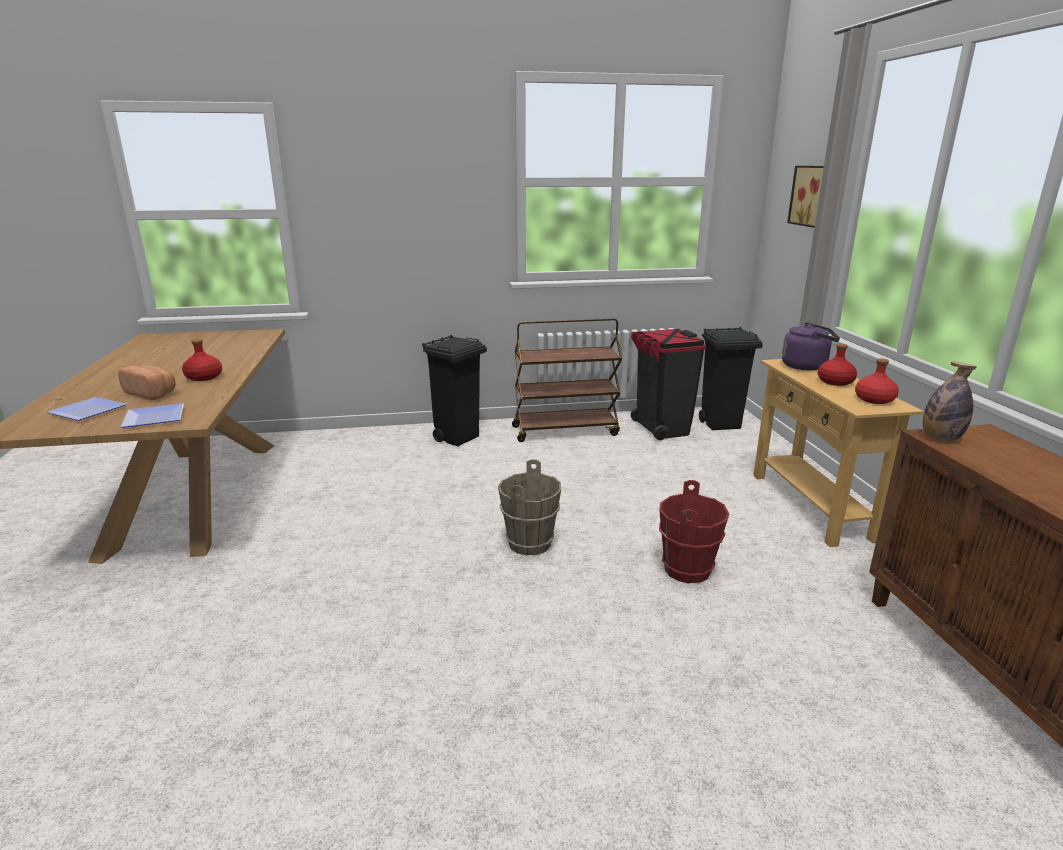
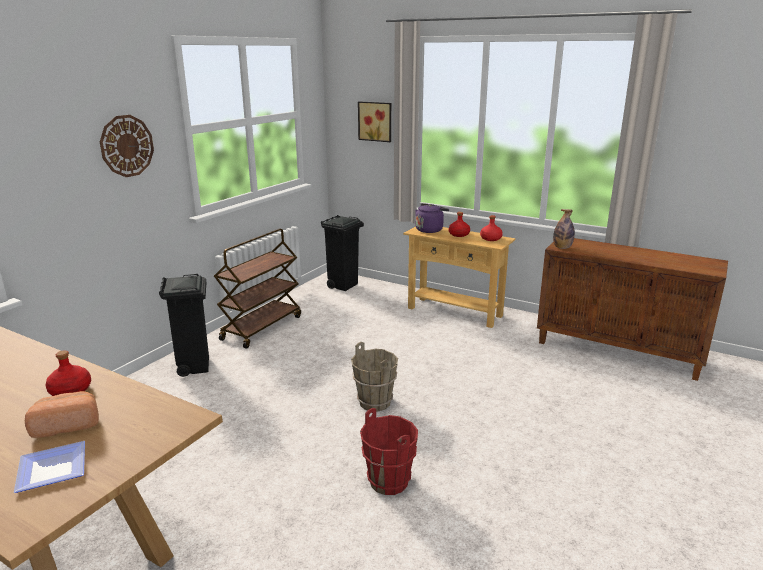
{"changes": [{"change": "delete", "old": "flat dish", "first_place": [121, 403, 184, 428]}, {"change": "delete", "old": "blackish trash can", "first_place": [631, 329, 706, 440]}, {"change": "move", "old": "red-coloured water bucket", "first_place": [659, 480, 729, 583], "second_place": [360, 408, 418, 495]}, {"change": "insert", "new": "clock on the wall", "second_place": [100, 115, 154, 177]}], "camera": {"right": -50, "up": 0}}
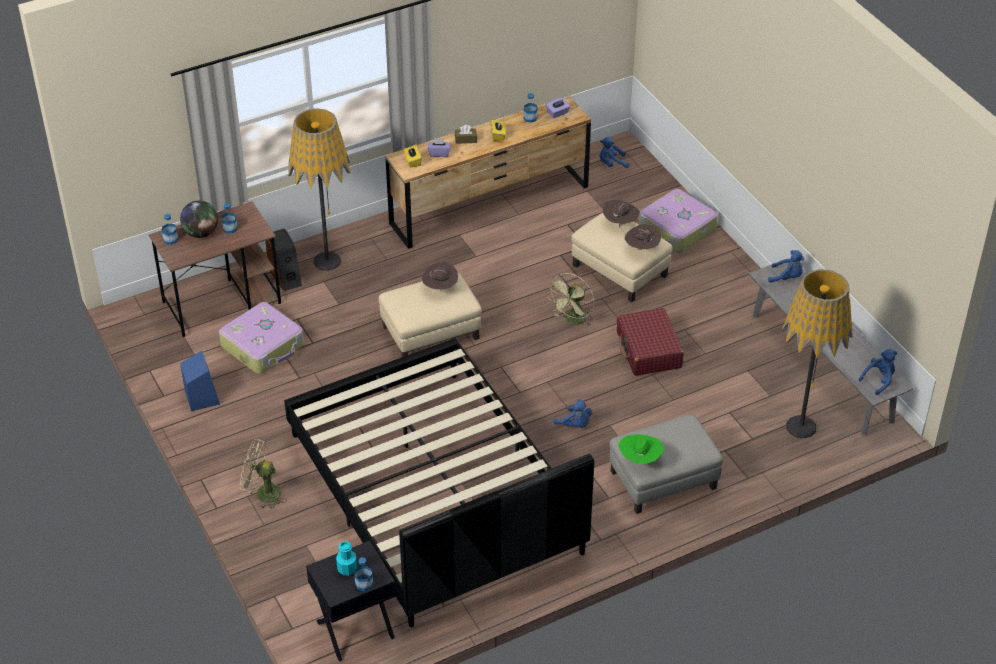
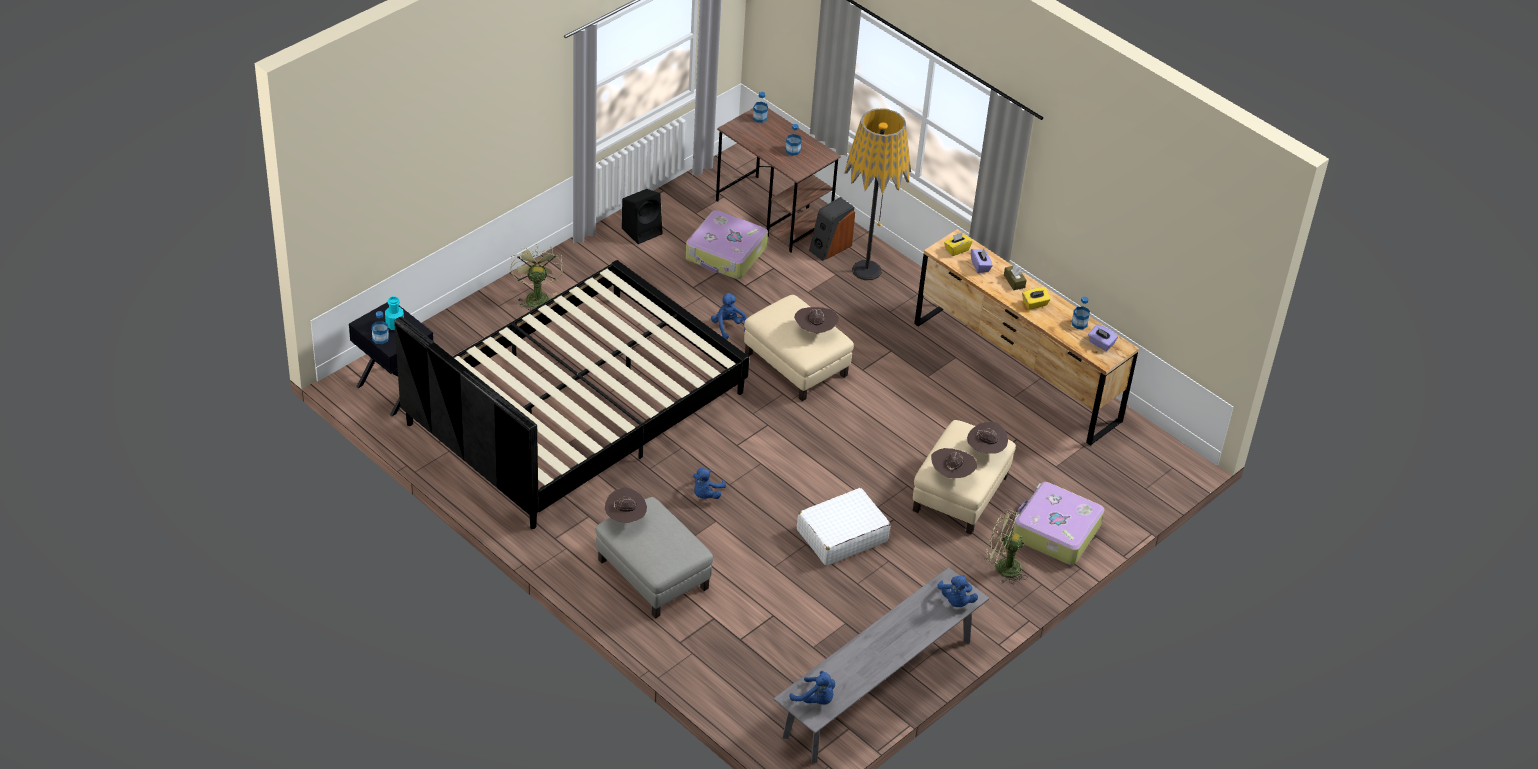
{"changes": [{"change": "delete", "old": "desk globe", "first_place": [180, 201, 218, 238]}, {"change": "recolor", "old": "blue-coloured speaker", "new": "blackish speaker", "first_place": [180, 351, 220, 411], "second_place": [622, 189, 663, 244]}, {"change": "move", "old": "green-coloured electric fan", "first_place": [547, 273, 594, 326], "second_place": [985, 509, 1028, 585]}, {"change": "move", "old": "blue-coloured cuddly toy", "first_place": [600, 137, 629, 168], "second_place": [711, 293, 747, 340]}, {"change": "recolor", "old": "red-coloured suitcase", "new": "white-coloured suitcase", "first_place": [617, 308, 684, 376], "second_place": [797, 488, 890, 566]}, {"change": "recolor", "old": "green-coloured wearable hat", "new": "brownish wearable hat", "first_place": [619, 434, 664, 464], "second_place": [605, 487, 647, 523]}, {"change": "delete", "old": "standing lamp", "first_place": [782, 269, 853, 438]}], "camera": {"right": 70, "up": 0}}
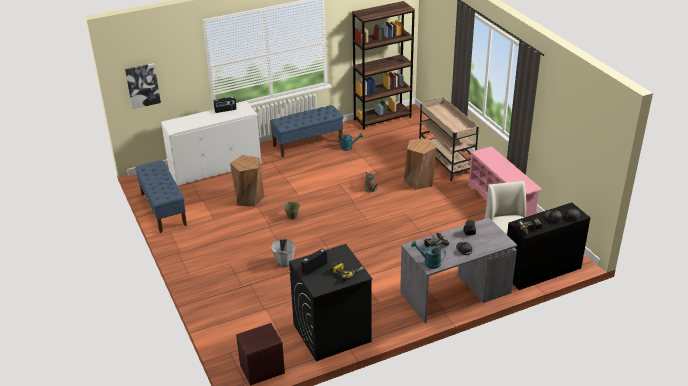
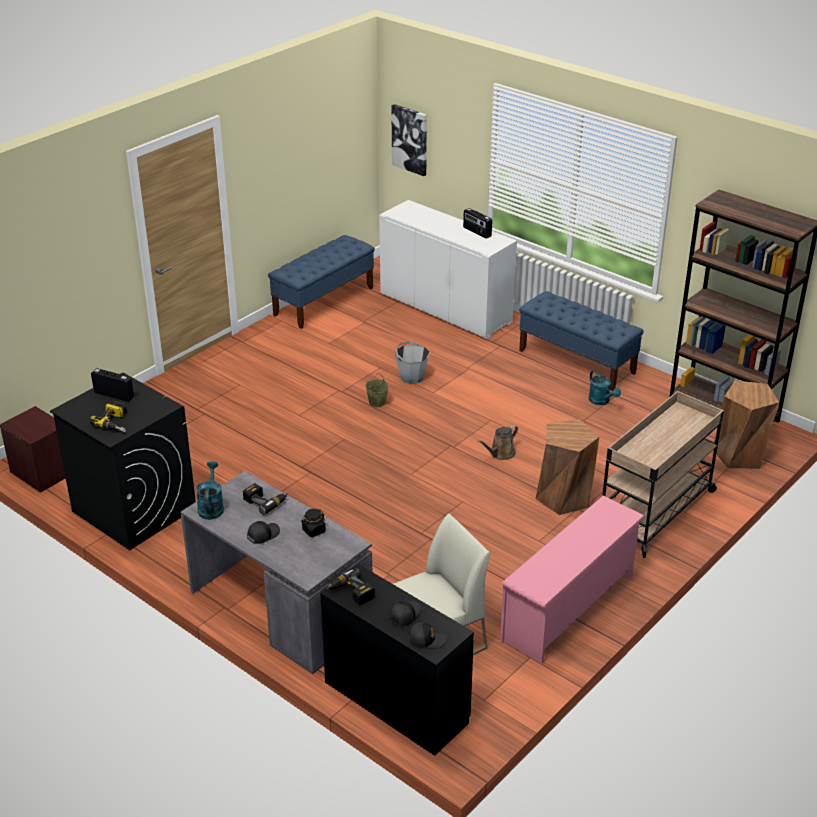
{"changes": [{"change": "move", "old": "brownish stool", "first_place": [230, 155, 265, 207], "second_place": [713, 380, 779, 469]}, {"change": "move", "old": "greyish water bucket", "first_place": [271, 239, 296, 267], "second_place": [395, 342, 429, 384]}], "camera": {"right": 65, "up": 0}}
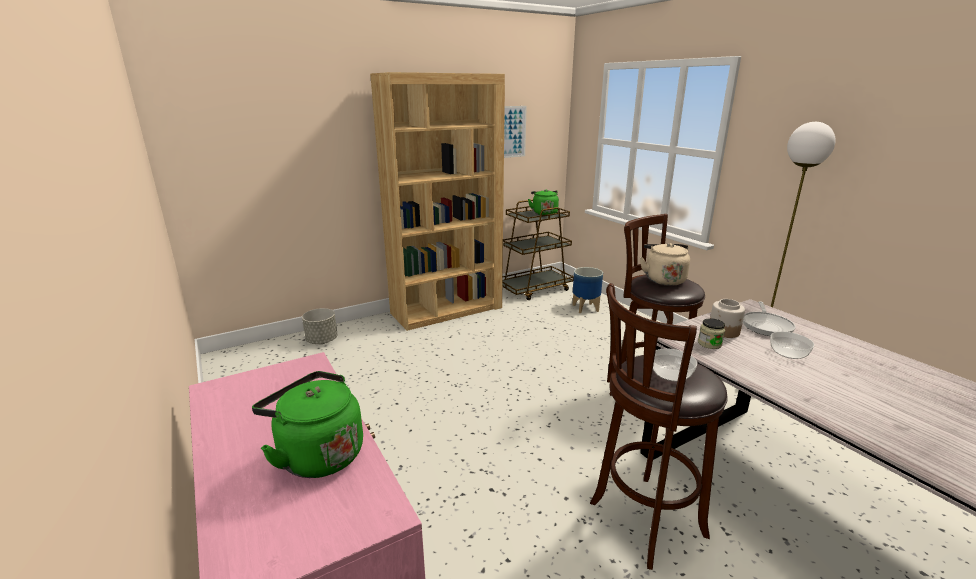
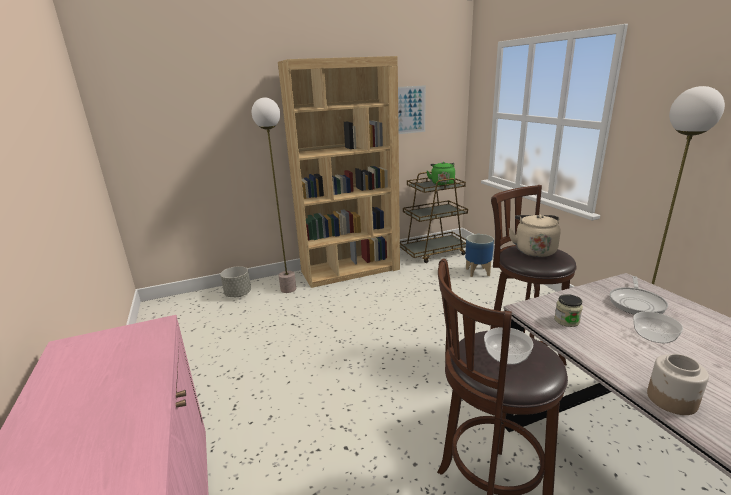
{"changes": [{"change": "delete", "old": "green-coloured water kettle", "first_place": [252, 371, 363, 478]}, {"change": "move", "old": "storage jar", "first_place": [710, 299, 745, 338], "second_place": [647, 354, 709, 415]}, {"change": "insert", "new": "standing lamp", "second_place": [252, 98, 296, 293]}], "camera": {"right": 10, "up": 0}}
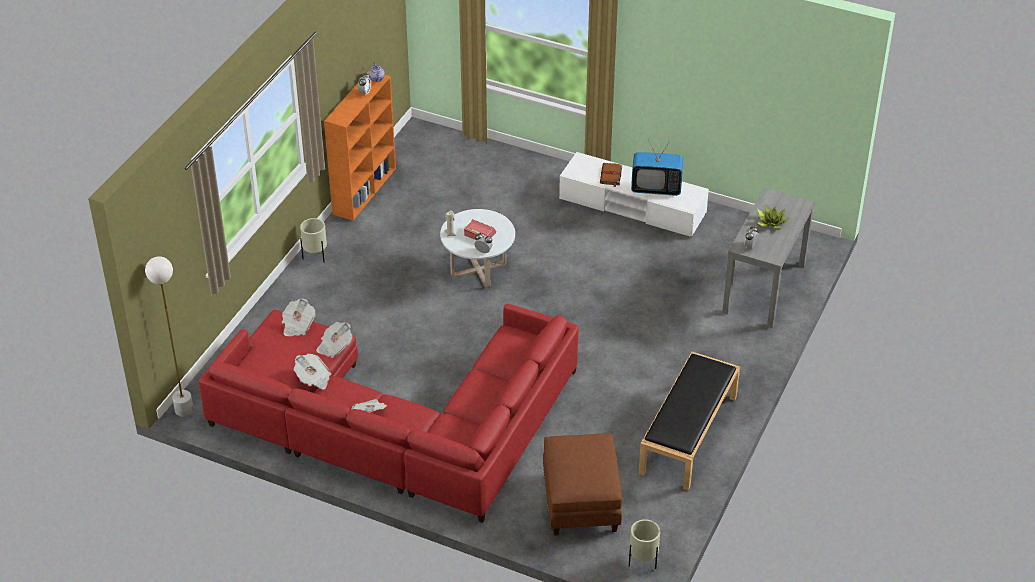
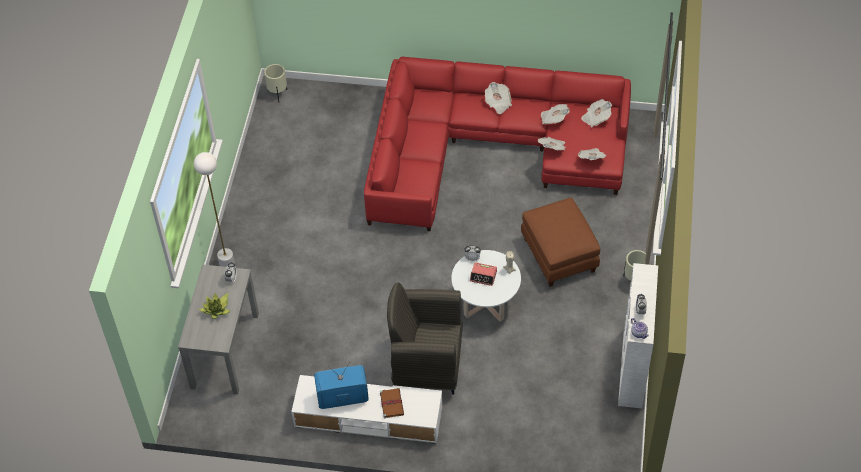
{"changes": [{"change": "move", "old": "white-coloured standing lamp", "first_place": [145, 256, 194, 417], "second_place": [194, 152, 235, 267]}, {"change": "recolor", "old": "orange shelving unit", "new": "white-coloured shelving unit", "first_place": [324, 71, 396, 221], "second_place": [618, 263, 658, 409]}, {"change": "move", "old": "brownish ottoman", "first_place": [543, 433, 622, 536], "second_place": [521, 198, 600, 287]}, {"change": "delete", "old": "blackish long seat", "first_place": [638, 352, 740, 491]}, {"change": "insert", "new": "greyish lounge chair", "second_place": [387, 282, 463, 395]}, {"change": "insert", "new": "daily paper", "second_place": [581, 99, 612, 127]}], "camera": {"right": 165, "up": 10}}
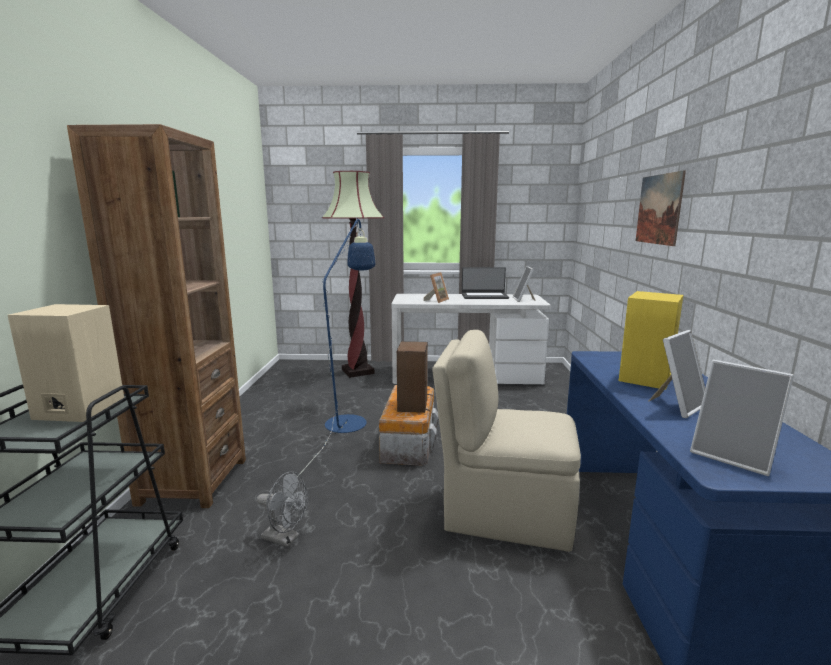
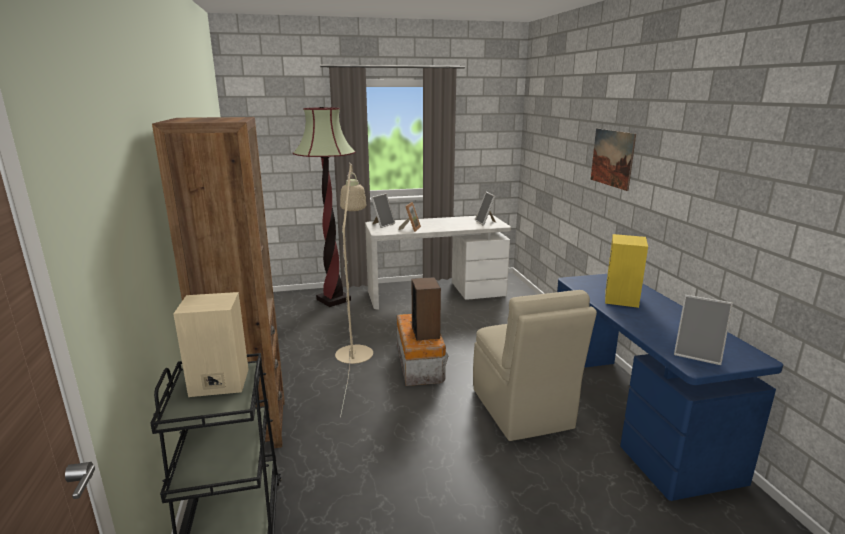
{"changes": [{"change": "delete", "old": "greyish electric fan", "first_place": [257, 471, 308, 547]}, {"change": "recolor", "old": "blue-coloured standing lamp", "new": "sand-coloured standing lamp", "first_place": [297, 218, 375, 477], "second_place": [335, 163, 373, 418]}, {"change": "rotate", "old": "sand-coloured plain chair", "first_place": [432, 330, 581, 552], "second_place": [473, 290, 597, 441], "degrees": -105}, {"change": "delete", "old": "laptop", "first_place": [462, 267, 509, 299]}, {"change": "move", "old": "picture frame", "first_place": [649, 330, 705, 418], "second_place": [371, 193, 395, 228]}], "camera": {"right": -15, "up": 5}}
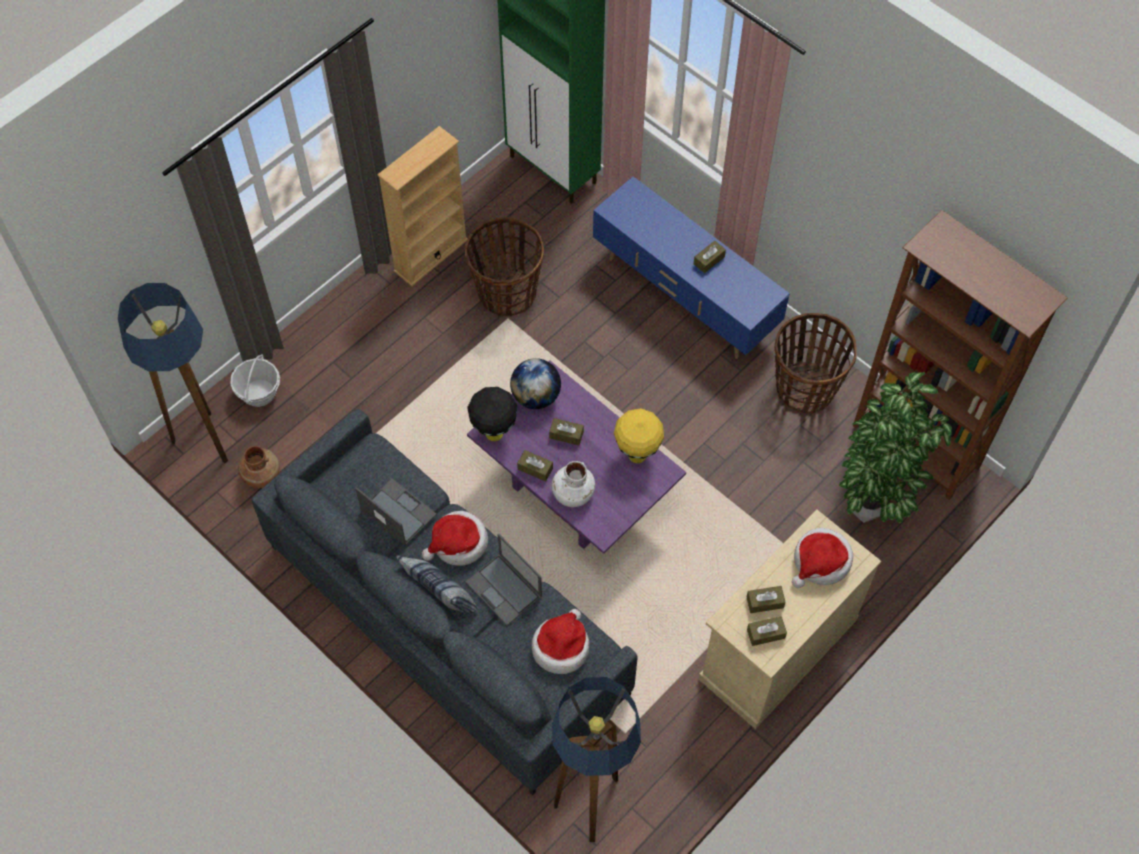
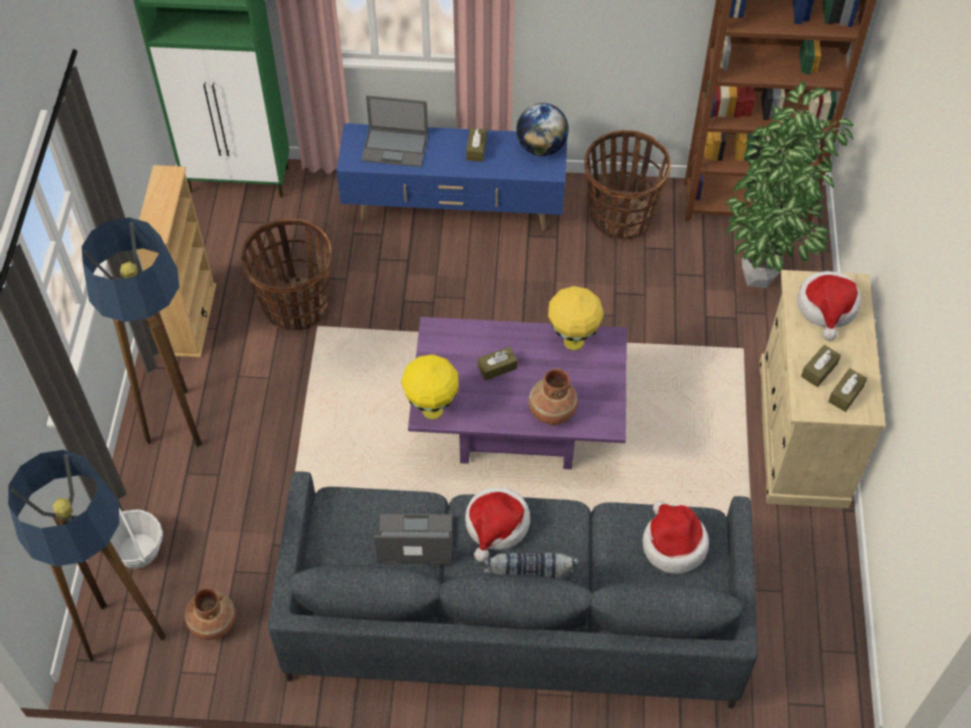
{"changes": [{"change": "move", "old": "laptop", "first_place": [466, 533, 542, 625], "second_place": [361, 95, 428, 167]}, {"change": "recolor", "old": "blackish table lamp", "new": "yellow table lamp", "first_place": [467, 387, 517, 441], "second_place": [401, 354, 459, 419]}, {"change": "move", "old": "desk globe", "first_place": [510, 358, 561, 409], "second_place": [516, 103, 569, 156]}, {"change": "delete", "old": "brownish tissue box", "first_place": [517, 450, 553, 482]}, {"change": "recolor", "old": "white-coloured decorative vase", "new": "brownish decorative vase", "first_place": [552, 461, 595, 507], "second_place": [528, 369, 578, 425]}, {"change": "move", "old": "standing lamp", "first_place": [552, 677, 641, 842], "second_place": [82, 217, 202, 447]}], "camera": {"right": -40, "up": -5}}
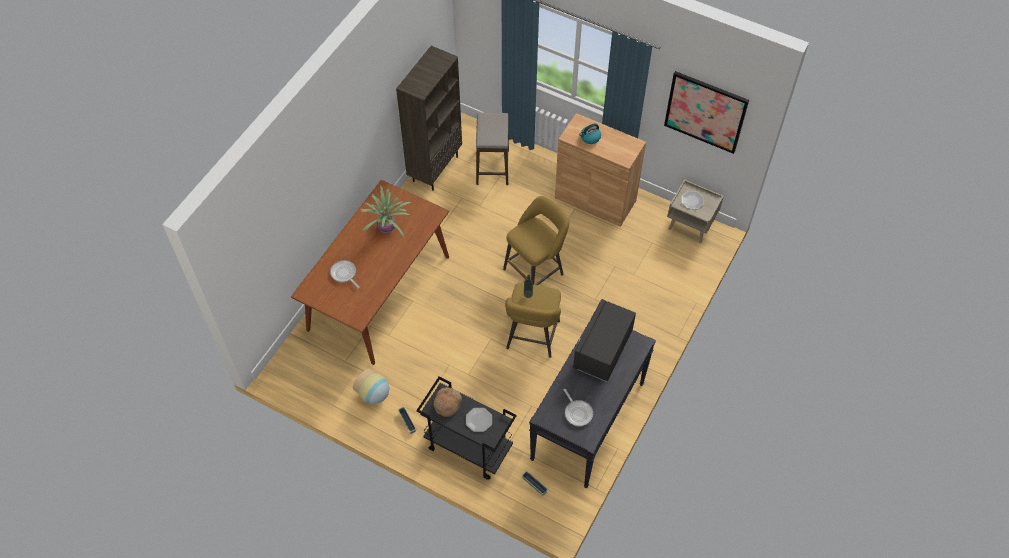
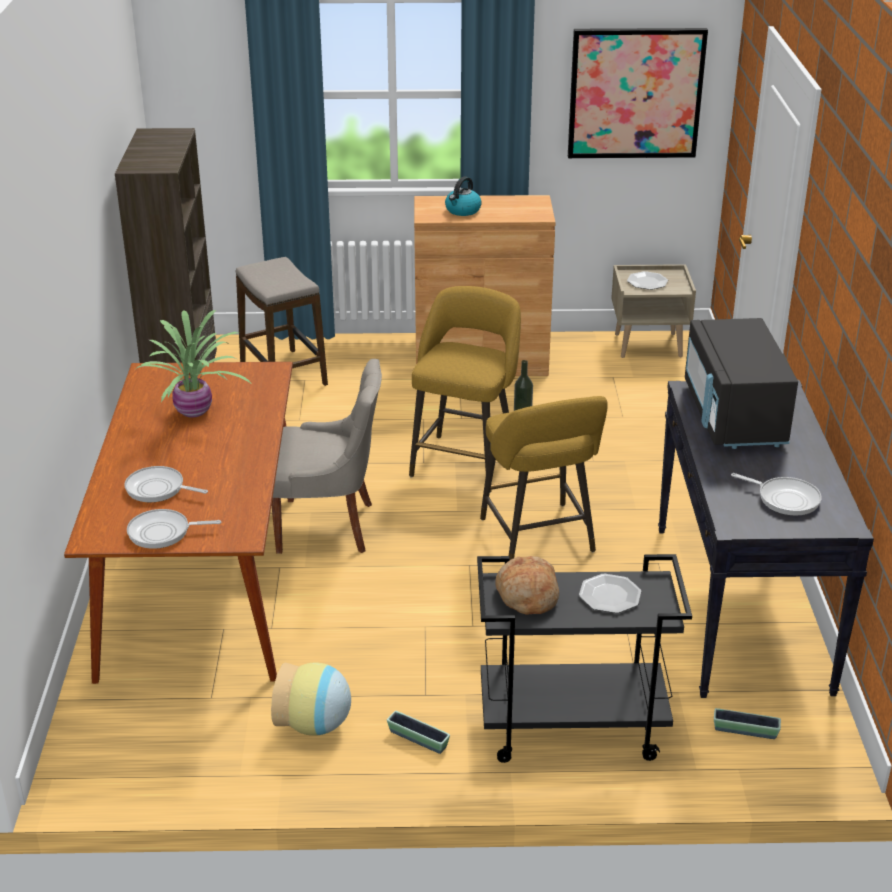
{"changes": [{"change": "insert", "new": "frying pan", "second_place": [127, 509, 221, 549]}, {"change": "insert", "new": "greyish plain chair", "second_place": [272, 359, 382, 554]}], "camera": {"right": -30, "up": -25}}
